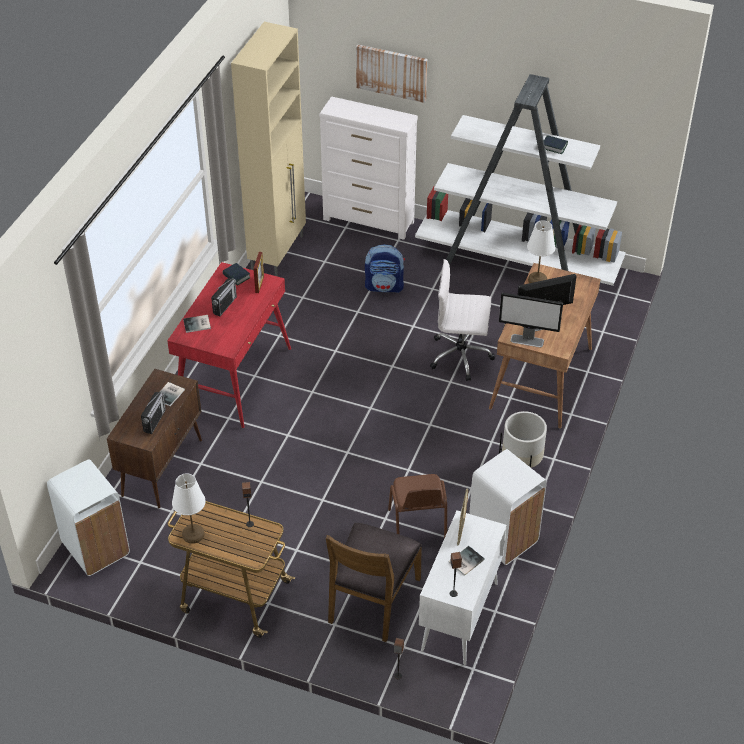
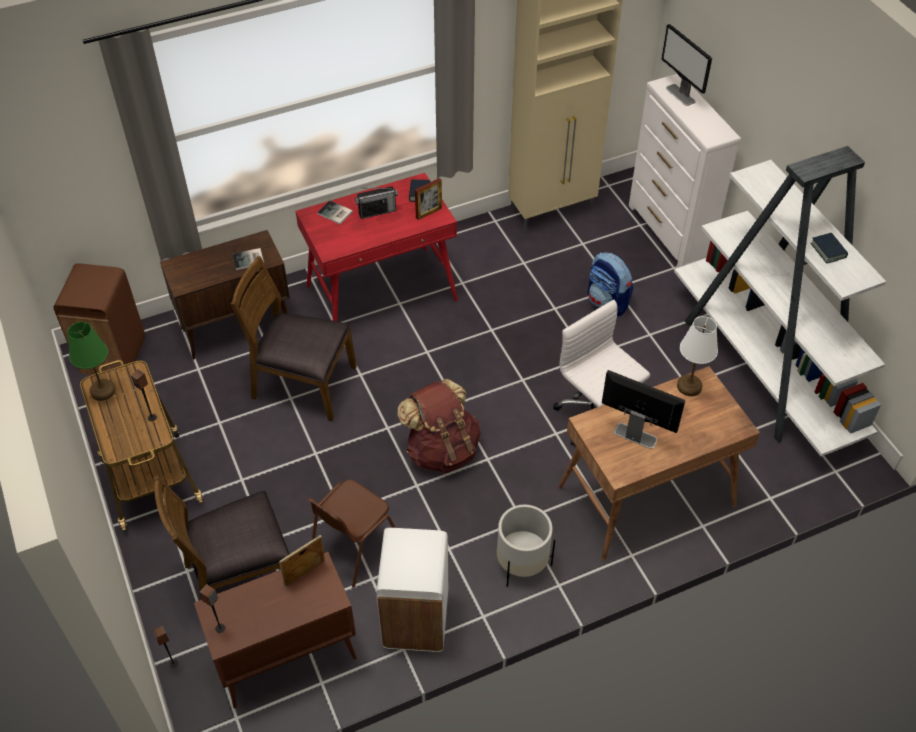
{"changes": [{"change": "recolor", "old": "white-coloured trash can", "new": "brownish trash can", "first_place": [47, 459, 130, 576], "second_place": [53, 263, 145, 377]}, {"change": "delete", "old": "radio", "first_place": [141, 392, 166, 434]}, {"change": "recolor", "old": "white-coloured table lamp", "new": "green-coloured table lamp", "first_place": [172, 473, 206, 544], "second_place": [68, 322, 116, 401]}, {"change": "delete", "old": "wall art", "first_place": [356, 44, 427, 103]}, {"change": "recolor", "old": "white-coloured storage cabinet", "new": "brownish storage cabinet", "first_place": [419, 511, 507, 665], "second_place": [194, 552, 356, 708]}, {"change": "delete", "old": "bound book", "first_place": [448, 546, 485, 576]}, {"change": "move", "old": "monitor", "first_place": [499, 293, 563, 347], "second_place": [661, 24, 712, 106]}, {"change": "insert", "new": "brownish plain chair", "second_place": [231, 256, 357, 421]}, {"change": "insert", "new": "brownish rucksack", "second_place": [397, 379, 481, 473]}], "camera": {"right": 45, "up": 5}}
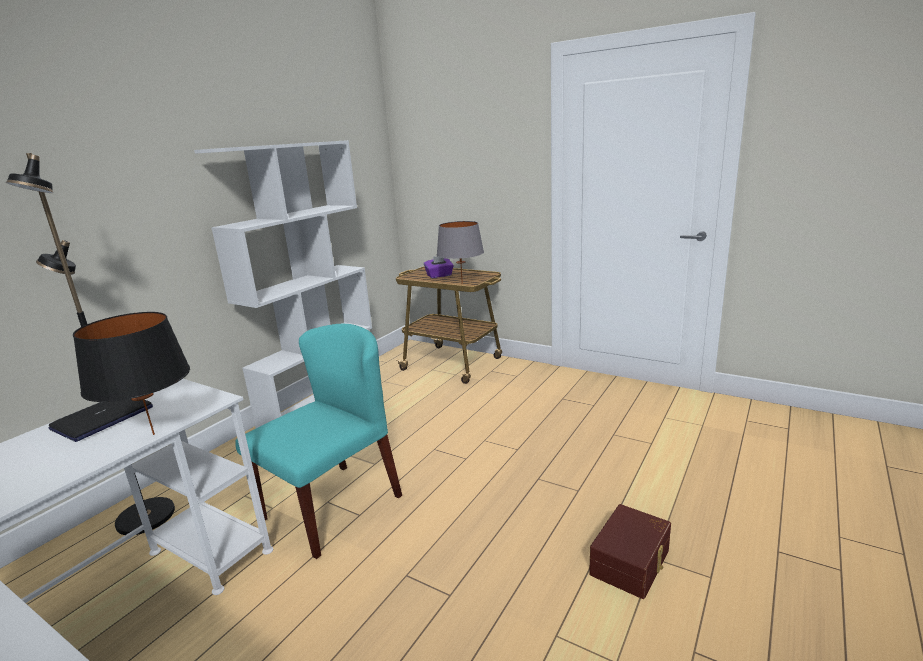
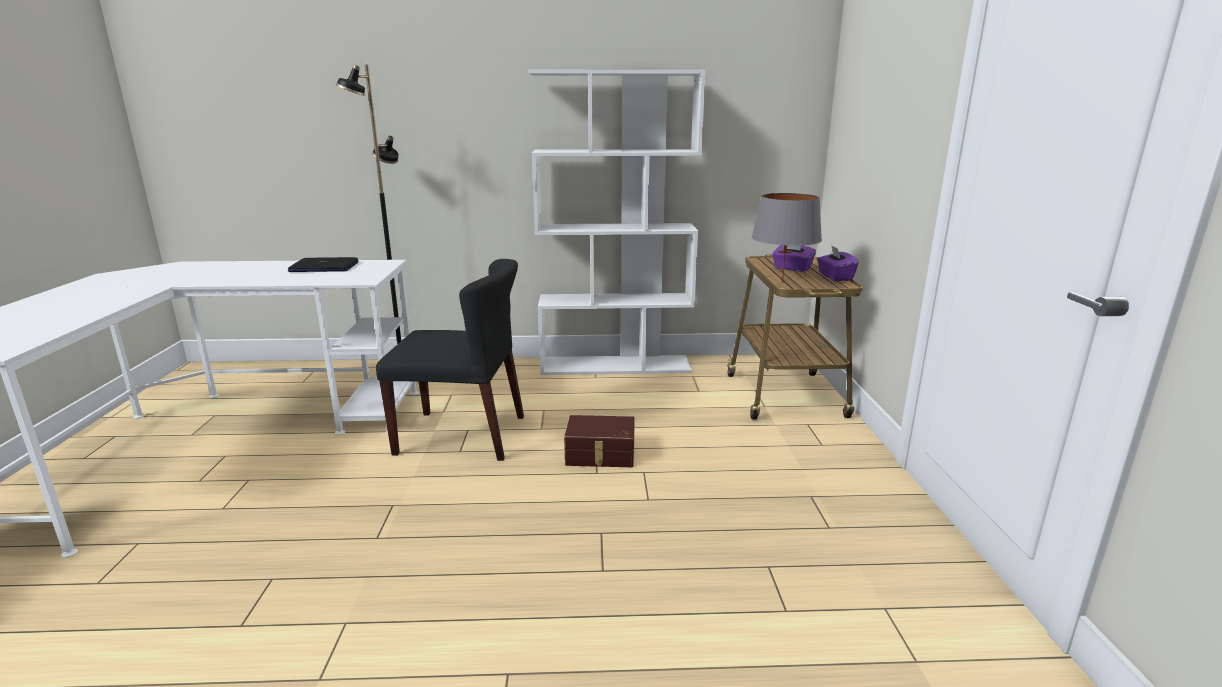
{"changes": [{"change": "delete", "old": "blackish table lamp", "first_place": [73, 312, 190, 435]}, {"change": "recolor", "old": "turquoise-coloured plain chair", "new": "blackish plain chair", "first_place": [235, 324, 402, 559], "second_place": [376, 259, 524, 461]}, {"change": "move", "old": "brownish storage container", "first_place": [589, 504, 671, 599], "second_place": [564, 415, 635, 467]}, {"change": "insert", "new": "purple-coloured tissue box", "second_place": [817, 245, 859, 281]}], "camera": {"right": 55, "up": 0}}
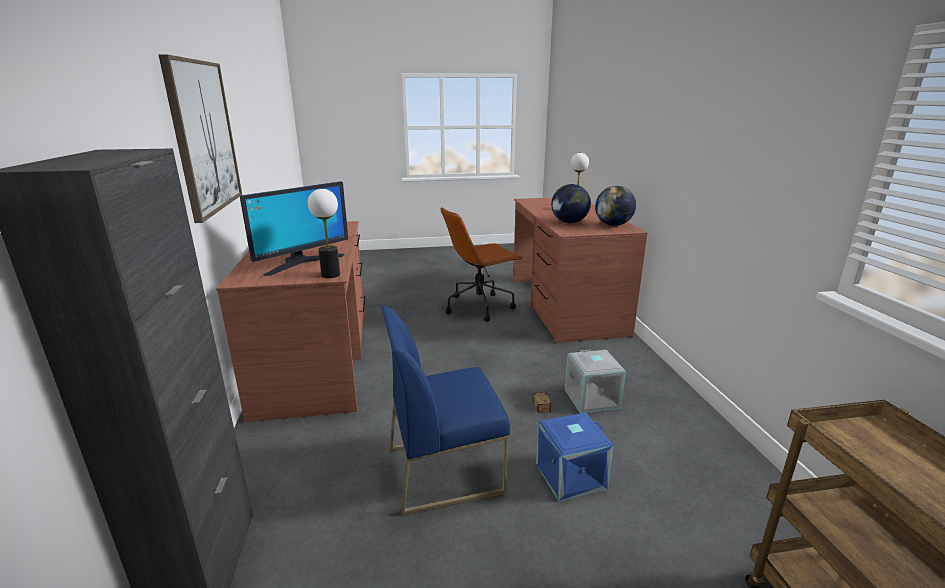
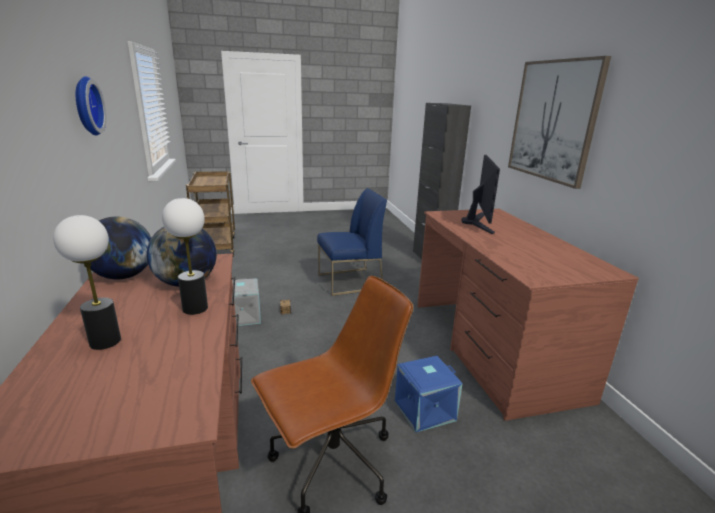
{"changes": [{"change": "rotate", "old": "monitor", "first_place": [240, 181, 348, 276], "second_place": [461, 155, 500, 234], "degrees": 150}, {"change": "move", "old": "table lamp", "first_place": [308, 189, 340, 278], "second_place": [162, 198, 208, 315]}, {"change": "move", "old": "blue-coloured storage container", "first_place": [536, 413, 613, 501], "second_place": [395, 356, 463, 433]}, {"change": "insert", "new": "clock on the wall", "second_place": [76, 76, 106, 136]}], "camera": {"right": 175, "up": 0}}
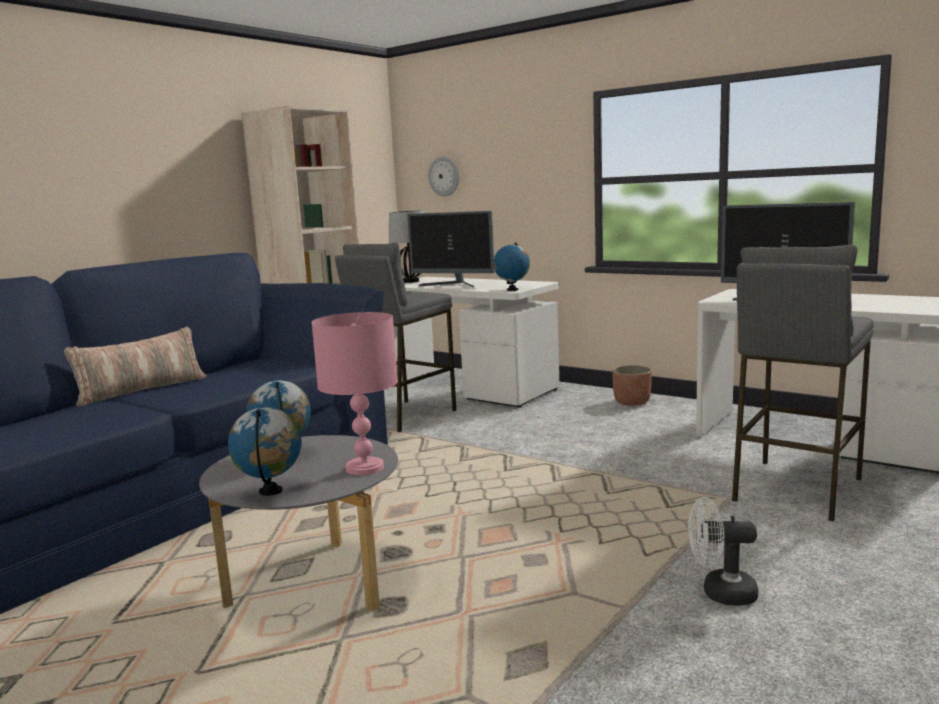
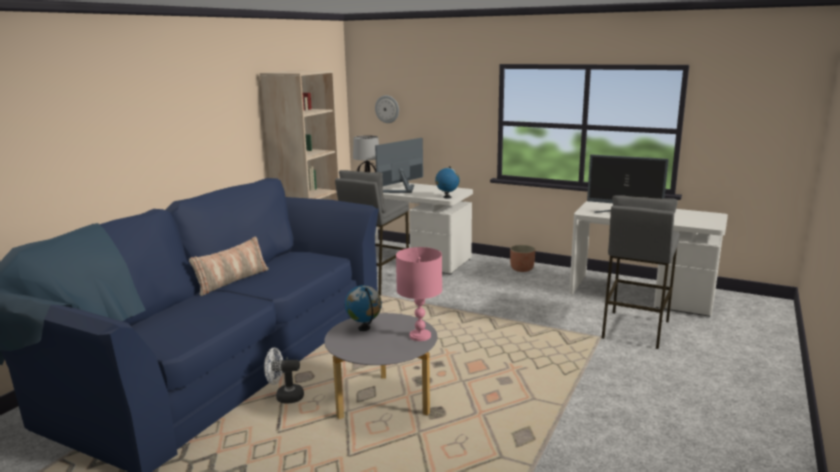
{"changes": [{"change": "delete", "old": "desk globe", "first_place": [228, 407, 302, 496]}, {"change": "rotate", "old": "monitor", "first_place": [407, 211, 495, 288], "second_place": [375, 138, 423, 193], "degrees": 120}, {"change": "move", "old": "white-coloured electric fan", "first_place": [688, 497, 758, 606], "second_place": [264, 348, 304, 403]}], "camera": {"right": -10, "up": 5}}
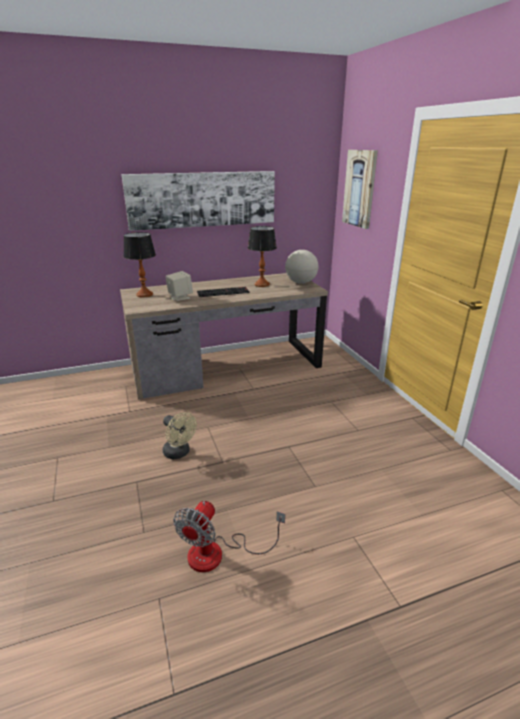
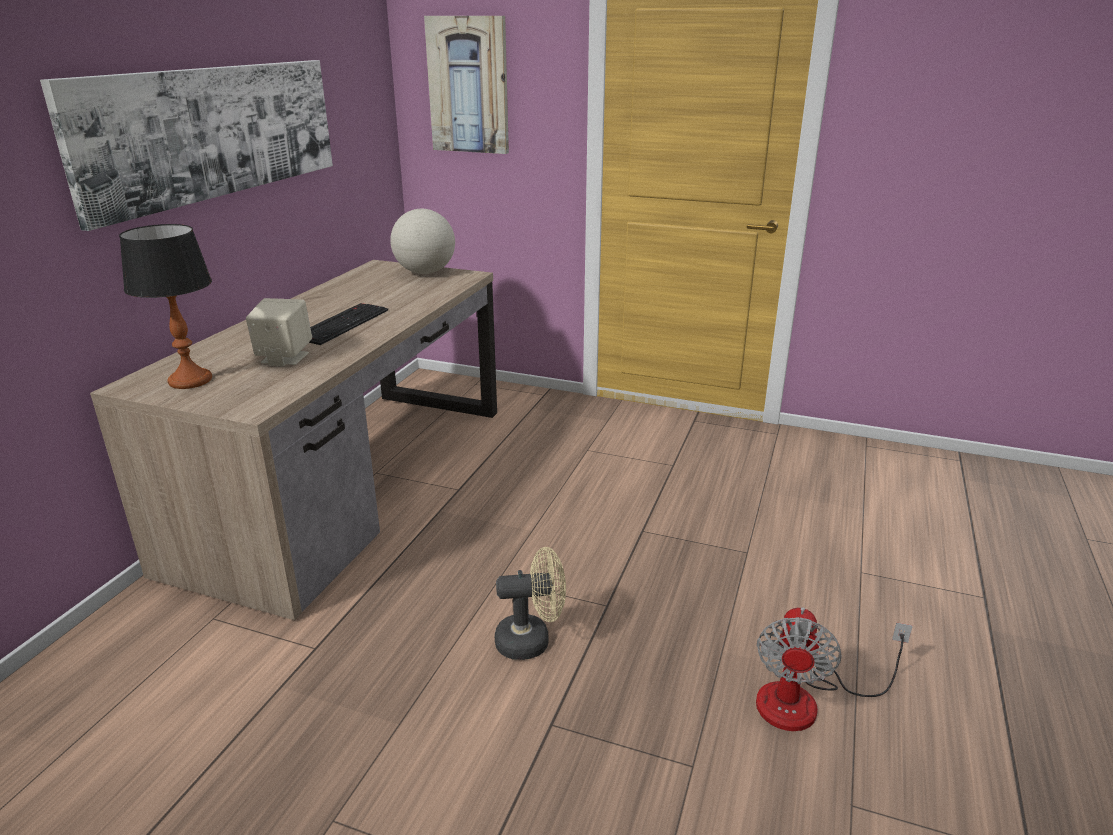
{"changes": [{"change": "rotate", "old": "electric fan", "first_place": [173, 501, 285, 572], "second_place": [756, 607, 913, 731], "degrees": 45}, {"change": "delete", "old": "table lamp", "first_place": [248, 226, 277, 287]}], "camera": {"right": -50, "up": 0}}
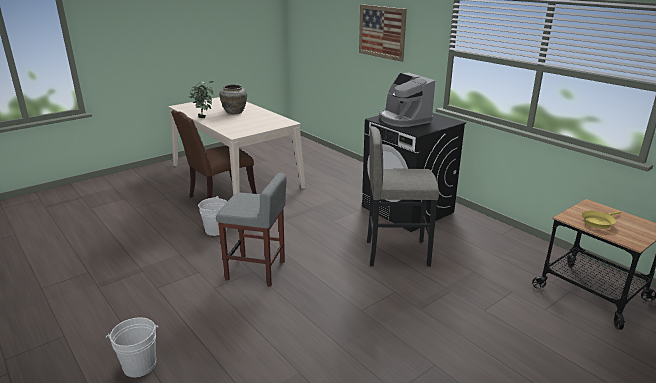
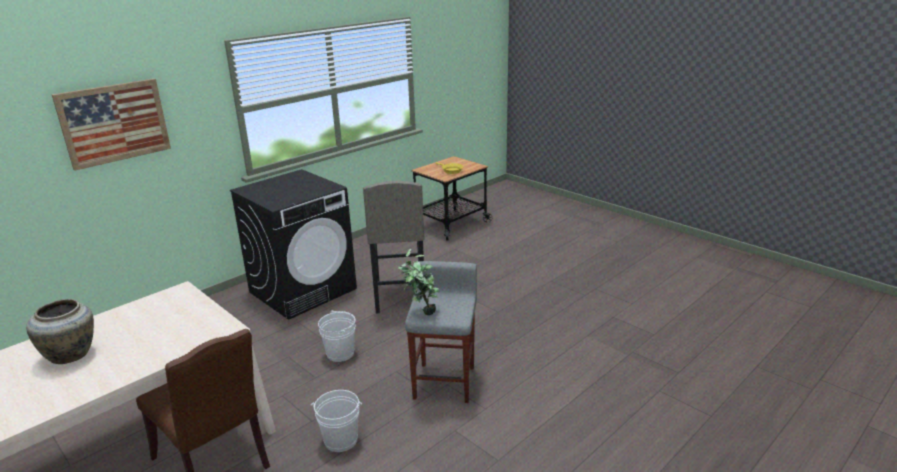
{"changes": [{"change": "move", "old": "white-coloured water bucket", "first_place": [106, 317, 158, 377], "second_place": [318, 310, 356, 362]}, {"change": "move", "old": "potted plant", "first_place": [188, 81, 214, 118], "second_place": [398, 249, 440, 315]}, {"change": "delete", "old": "coffee machine", "first_place": [379, 73, 435, 127]}], "camera": {"right": -95, "up": 0}}
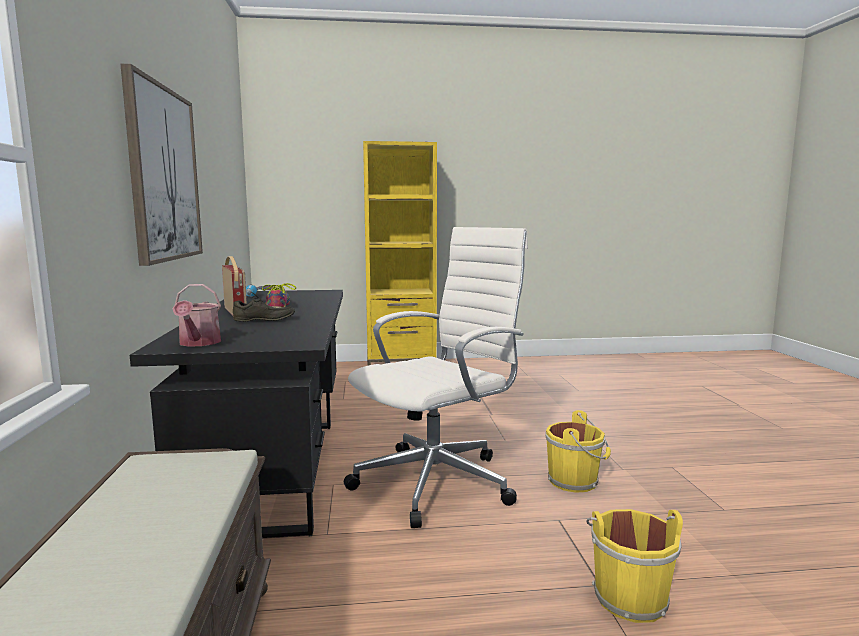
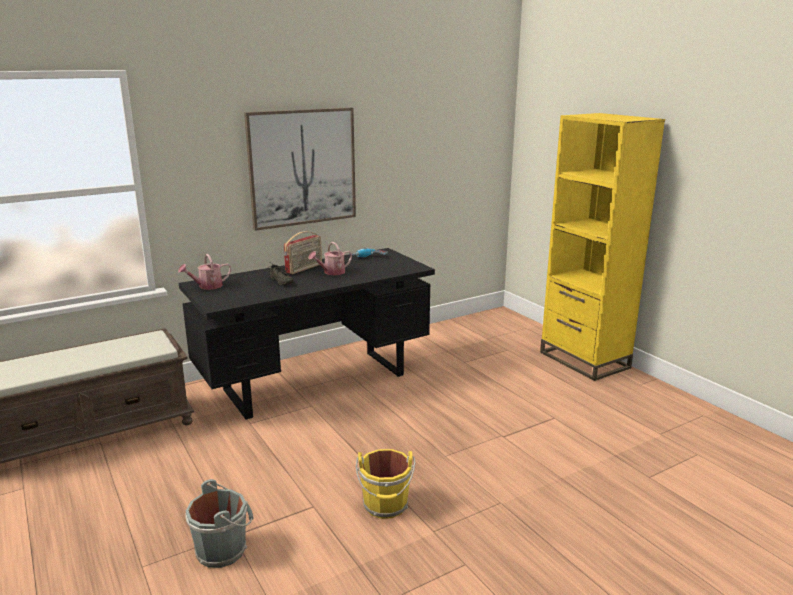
{"changes": [{"change": "replace", "old": "item of footwear", "new": "watering can", "first_place": [262, 283, 296, 308], "second_place": [308, 242, 352, 275]}, {"change": "delete", "old": "white-coloured office chair", "first_place": [344, 227, 528, 528]}, {"change": "recolor", "old": "yellow water bucket", "new": "greyish water bucket", "first_place": [586, 509, 683, 623], "second_place": [185, 479, 253, 568]}], "camera": {"right": 65, "up": 10}}
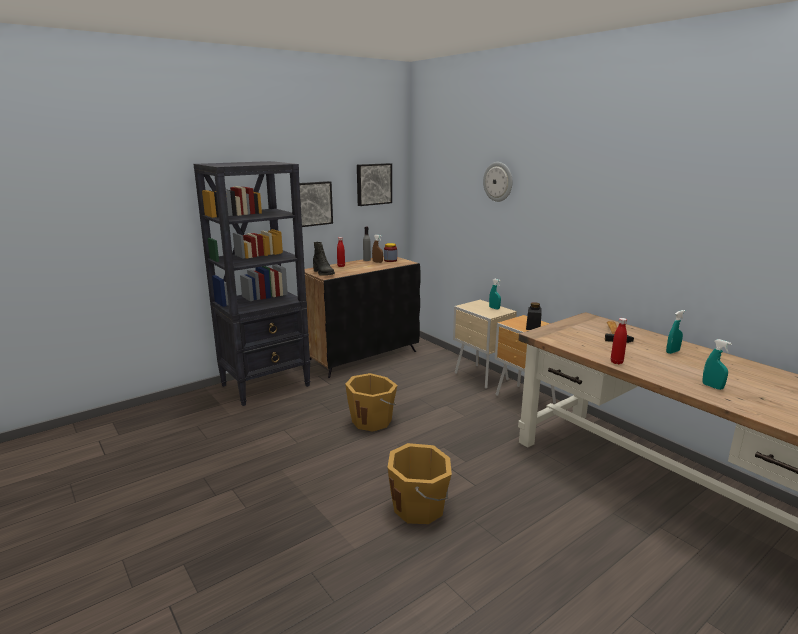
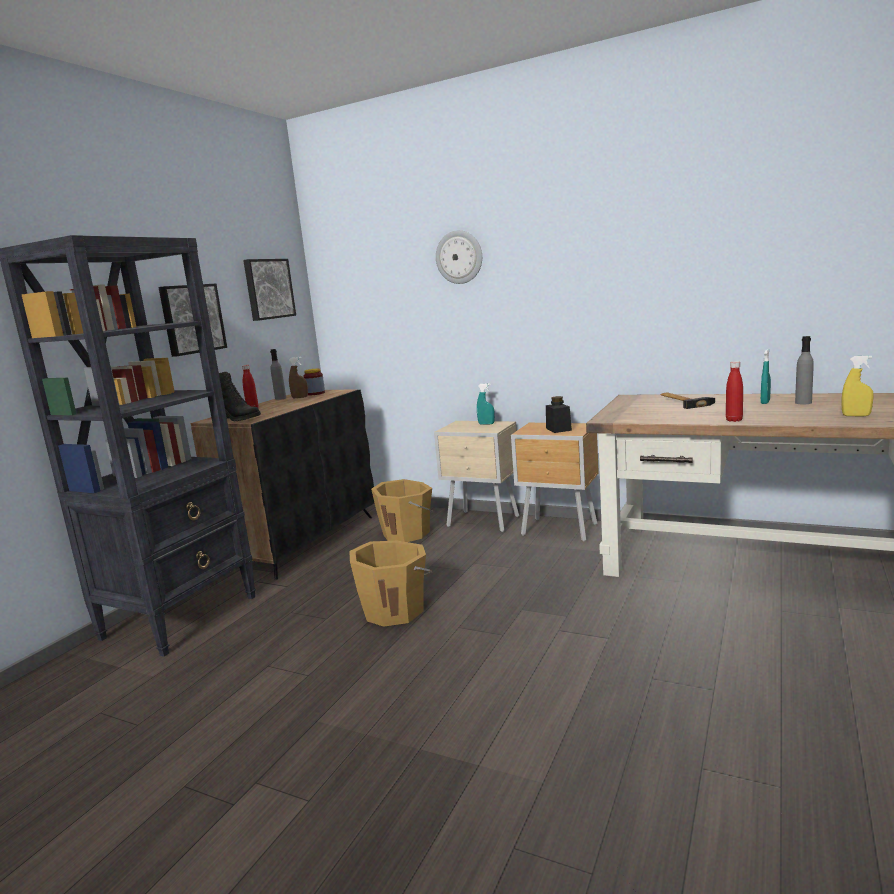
{"changes": [{"change": "move", "old": "orange water bucket", "first_place": [387, 443, 452, 524], "second_place": [371, 479, 433, 542]}, {"change": "recolor", "old": "turquoise-coloured hand sprayer", "new": "yellow hand sprayer", "first_place": [702, 339, 732, 390], "second_place": [842, 355, 874, 417]}, {"change": "insert", "new": "greyish bottle", "second_place": [795, 336, 814, 404]}], "camera": {"right": -25, "up": -5}}
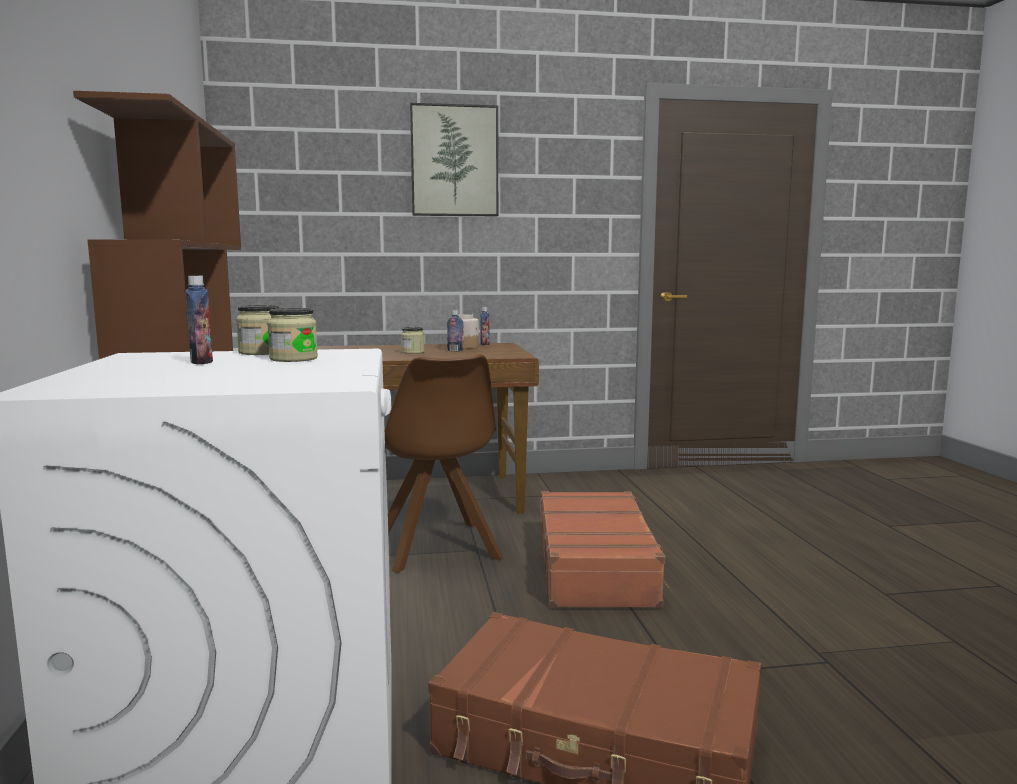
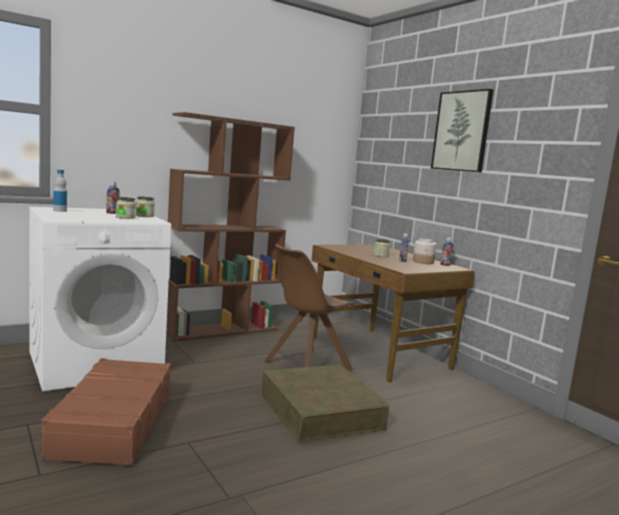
{"changes": [{"change": "replace", "old": "brownish suitcase", "new": "brownish storage container", "first_place": [540, 491, 669, 608], "second_place": [261, 364, 389, 443]}, {"change": "insert", "new": "bottle", "second_place": [53, 170, 67, 212]}], "camera": {"right": 65, "up": 0}}
